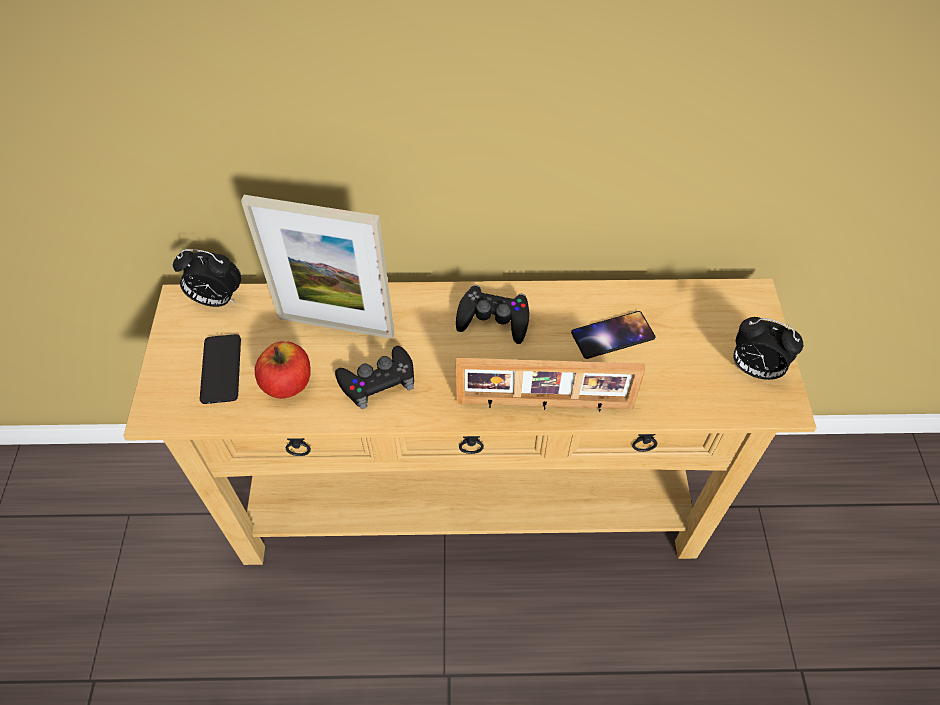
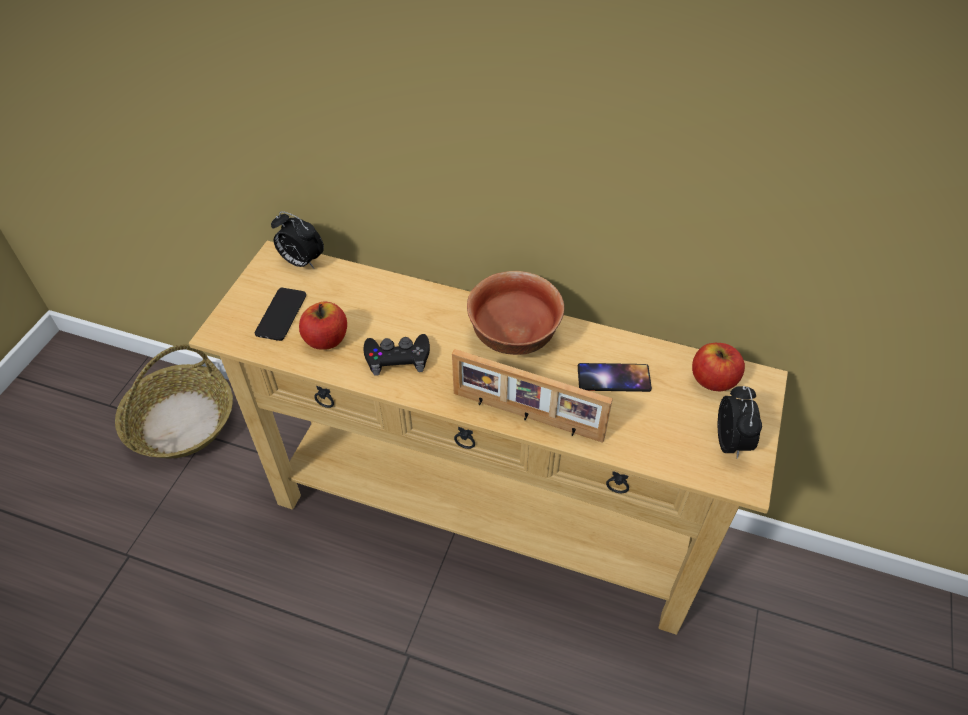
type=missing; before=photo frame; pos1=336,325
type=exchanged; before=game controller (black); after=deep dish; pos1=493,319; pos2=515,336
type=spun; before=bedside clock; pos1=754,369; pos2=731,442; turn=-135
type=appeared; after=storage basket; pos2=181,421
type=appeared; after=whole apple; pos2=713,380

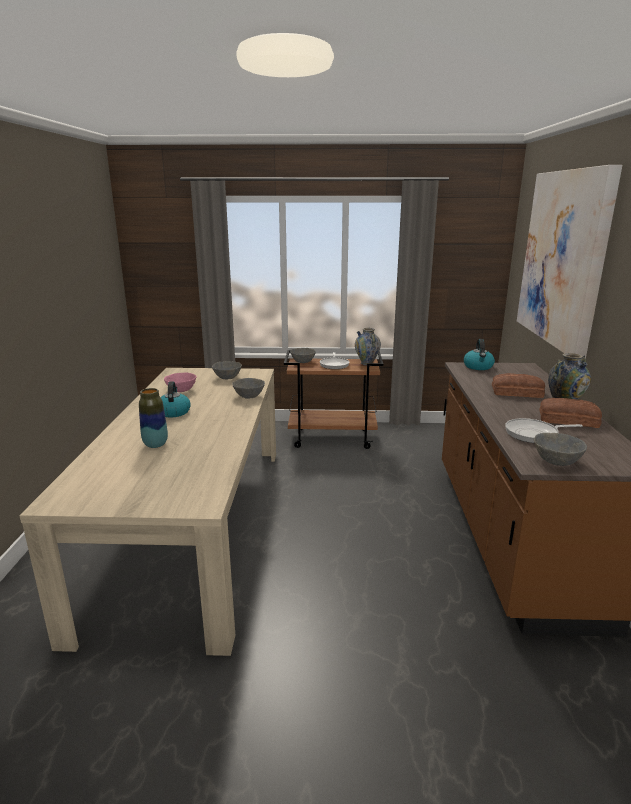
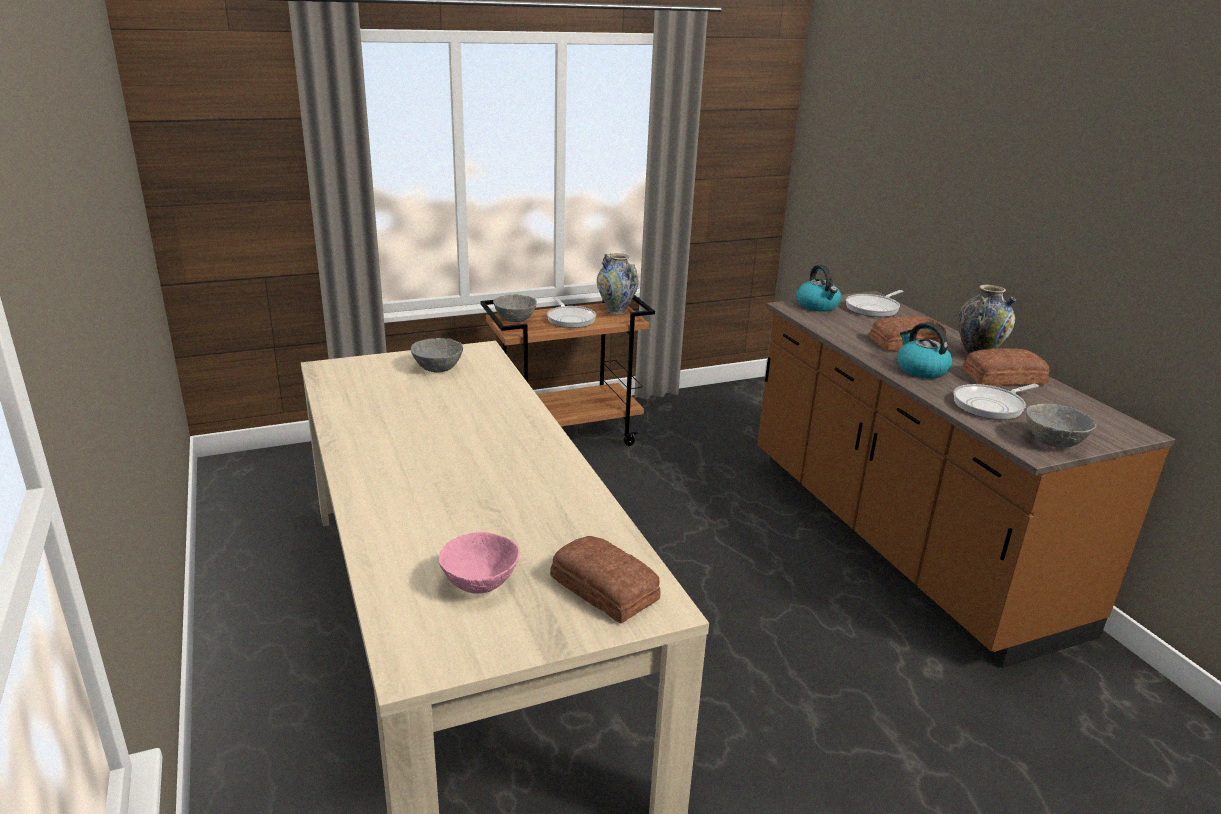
type=missing; before=vase; pos1=155,444
type=relocated; before=water kettle; pos1=173,412; pos2=920,370
type=relocated; before=deep dish (pink); pos1=181,390; pos2=479,583
type=missing; before=deep dish (grey); pos1=249,396
type=missing; before=picture; pos1=564,258
type=appeared; after=bakery bread; pos2=605,587
type=appeared; after=pan; pos2=874,308

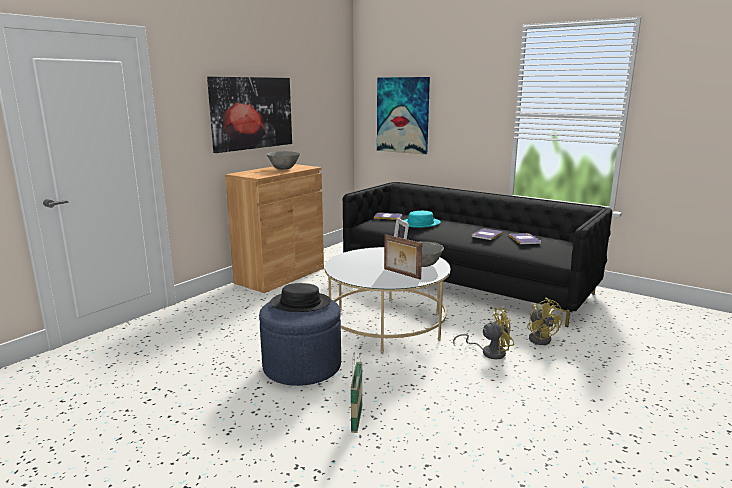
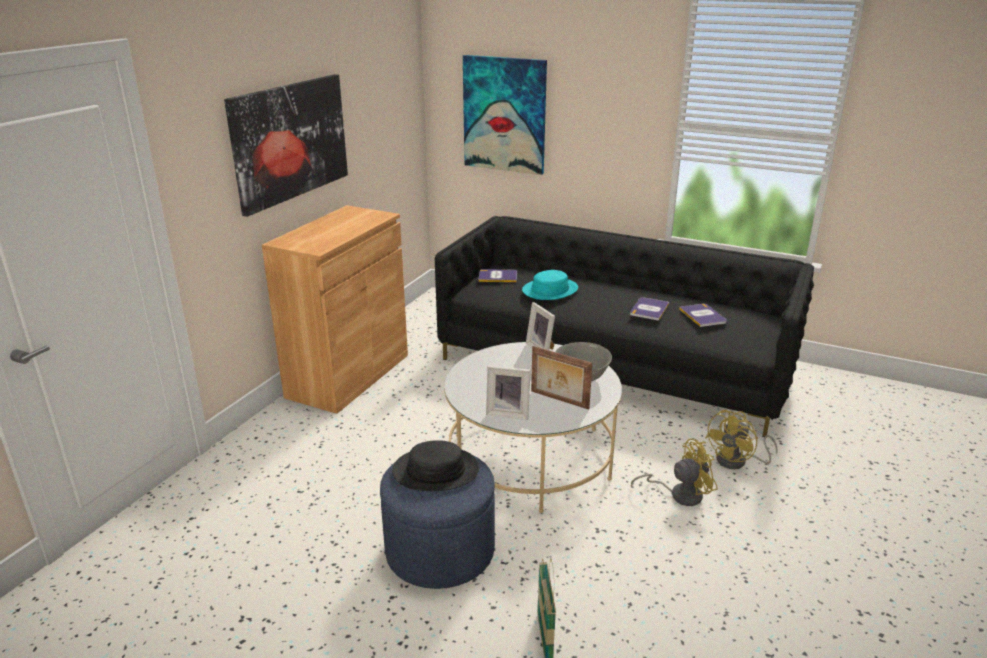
type=missing; before=deep dish (grey); pos1=284,169
type=spun; before=fan (yellowish); pos1=540,338; pos2=737,461; turn=75
type=appeared; after=photo frame; pos2=508,412

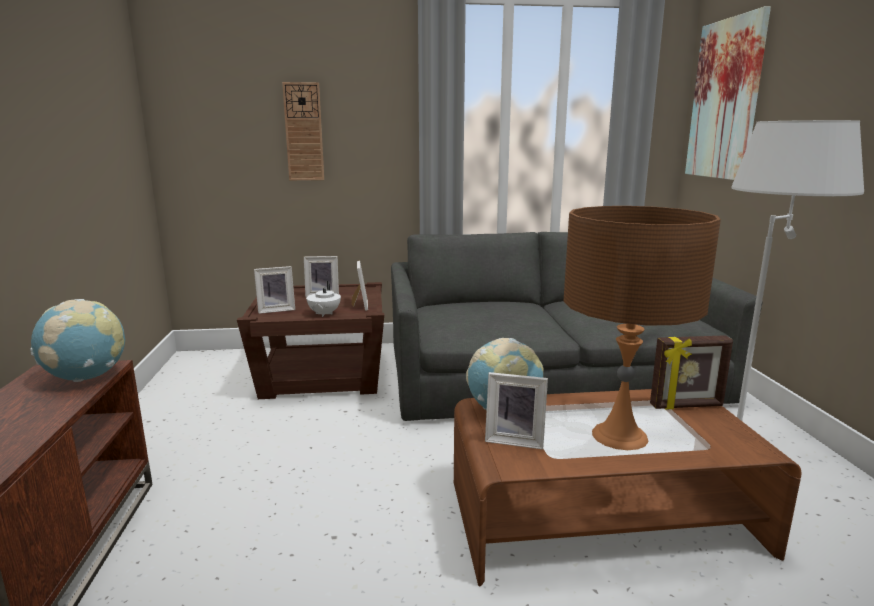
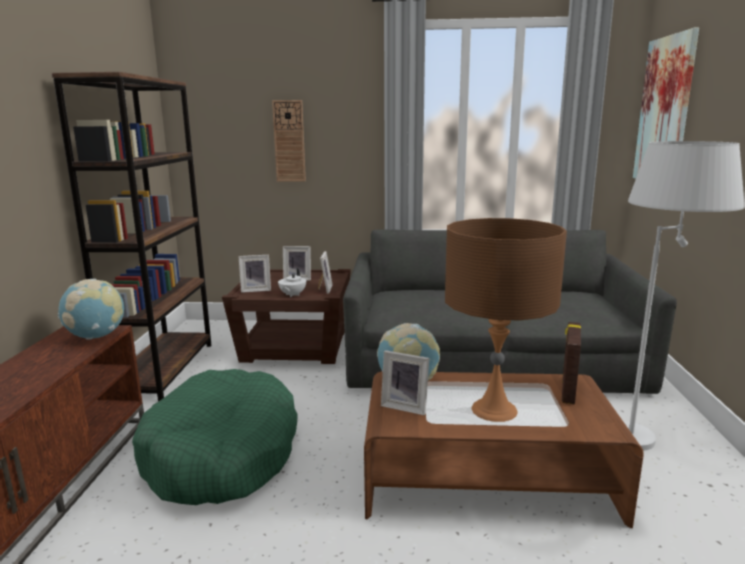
type=spun; before=photo frame; pos1=686,406; pos2=567,390; turn=105
type=appeared; after=bookshelf (brown); pos2=164,369
type=appeared; after=dog bed (greenish); pos2=222,454

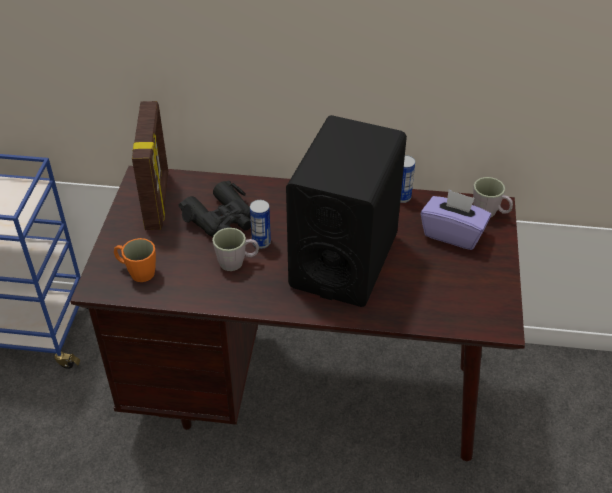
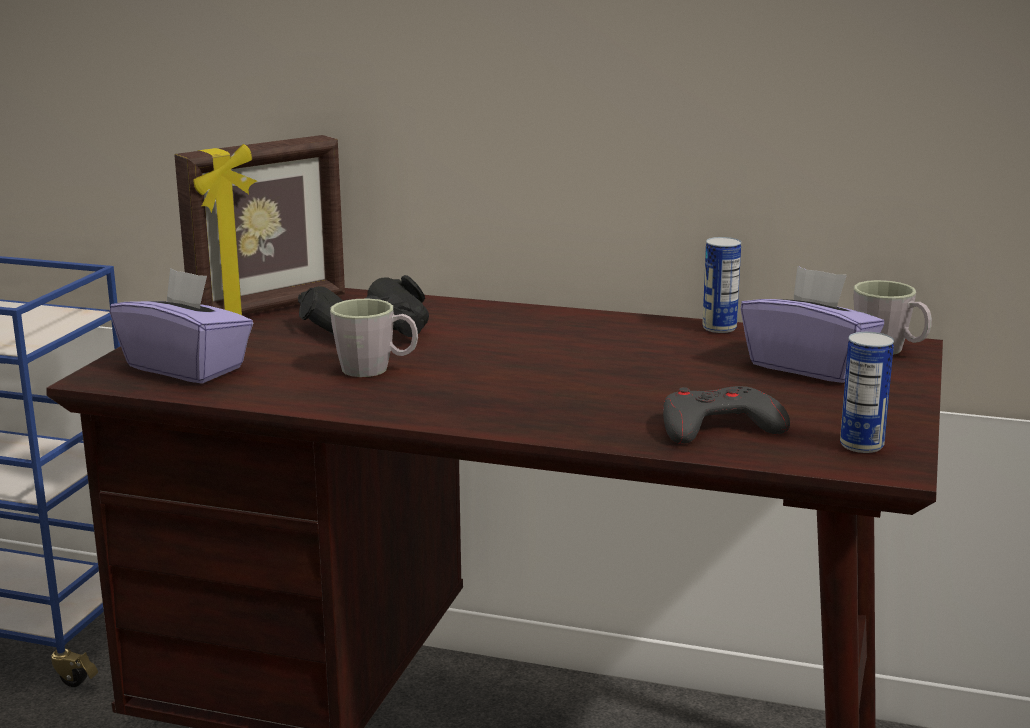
type=exchanged; before=mug (orange-coloured); after=tissue box (purplish); pos1=137,272; pos2=187,367
type=spun; before=photo frame; pos1=158,200; pos2=270,308; turn=45
type=relocated; before=sealed can; pos1=261,242; pos2=861,445
type=missing; before=loudspeaker (black); pos1=344,260
type=appeared; after=game controller (grey); pos2=719,427

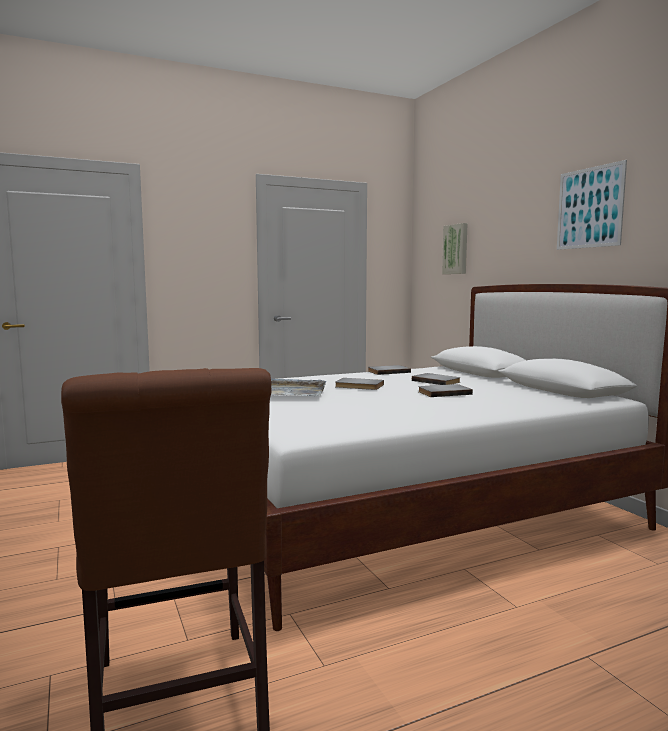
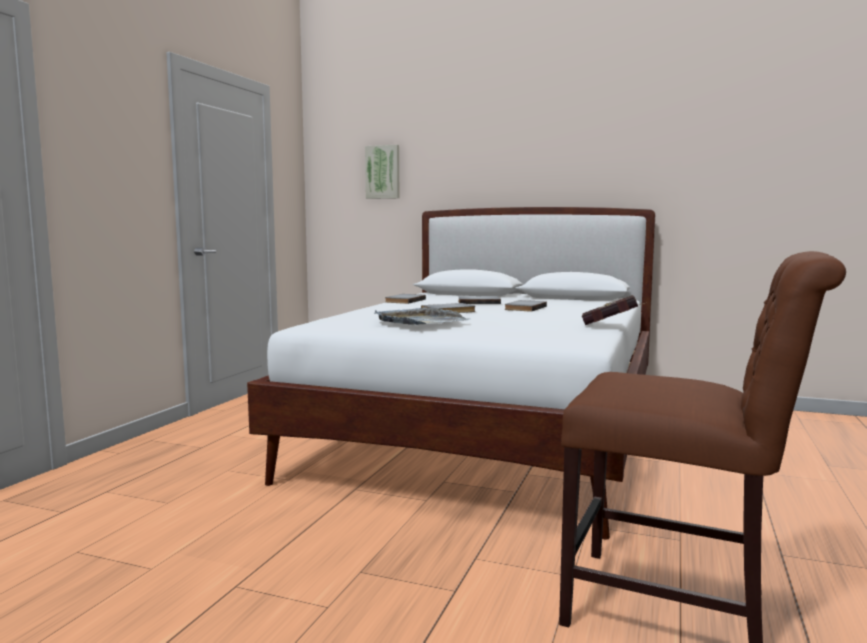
type=missing; before=picture; pos1=589,208
type=appeared; after=volume (red-coloured); pos2=611,326

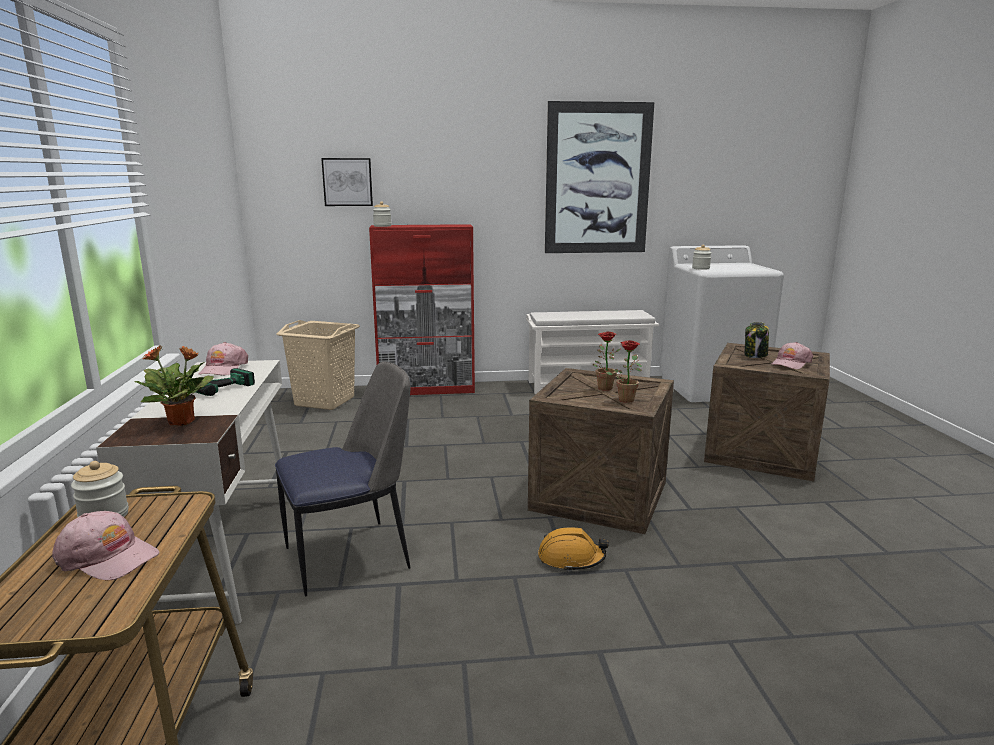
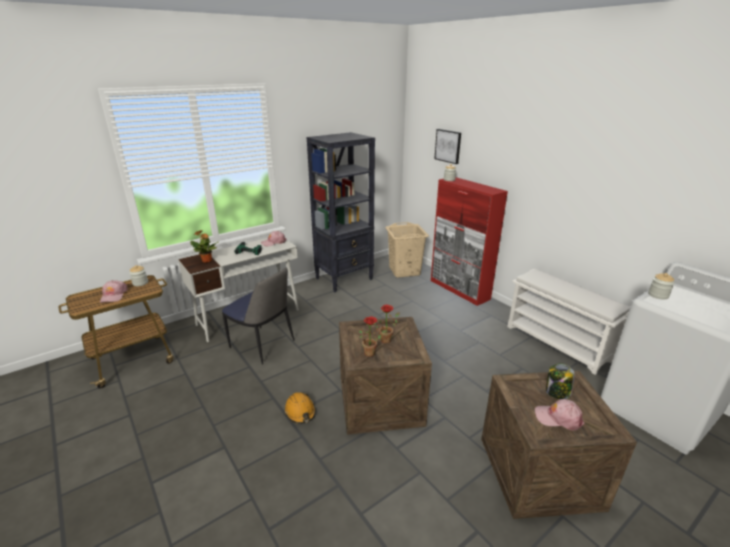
type=missing; before=picture; pos1=597,179
type=appeared; after=bookshelf (black); pos2=344,279

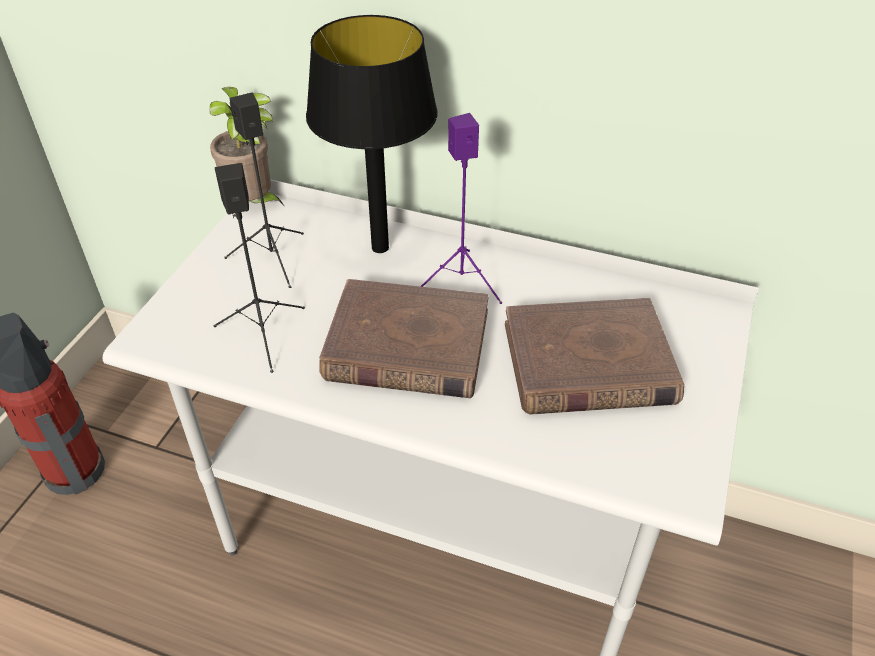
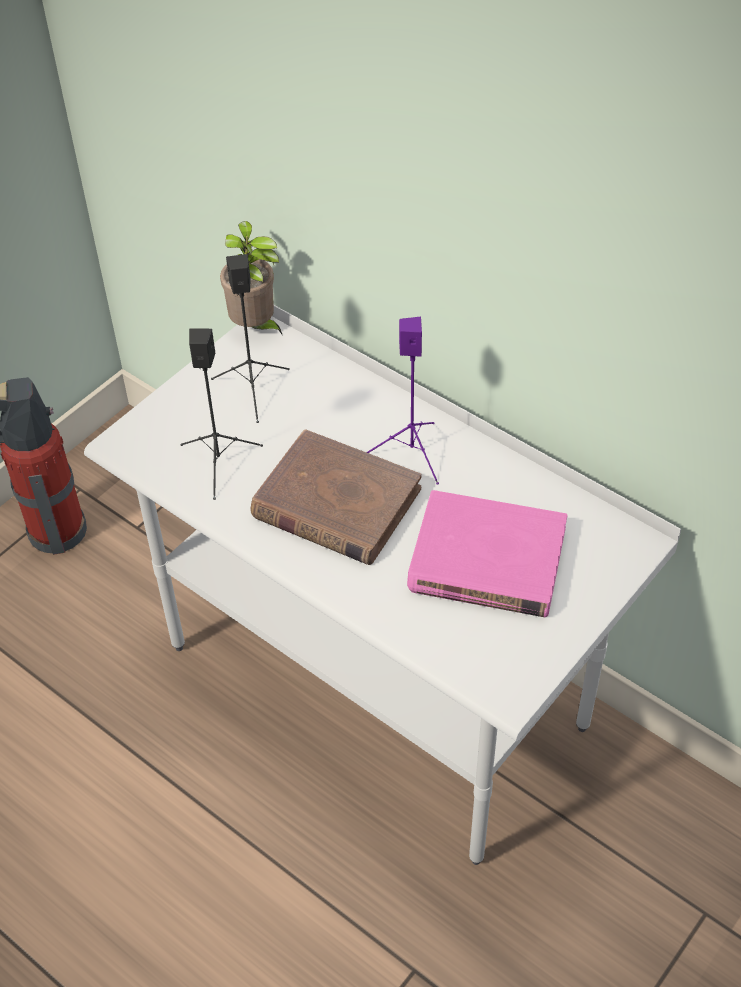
type=missing; before=lamp for a table (black); pos1=380,248
type=colour; before=volume (brown); after=volume (pink); pos1=588,363; pos2=487,560

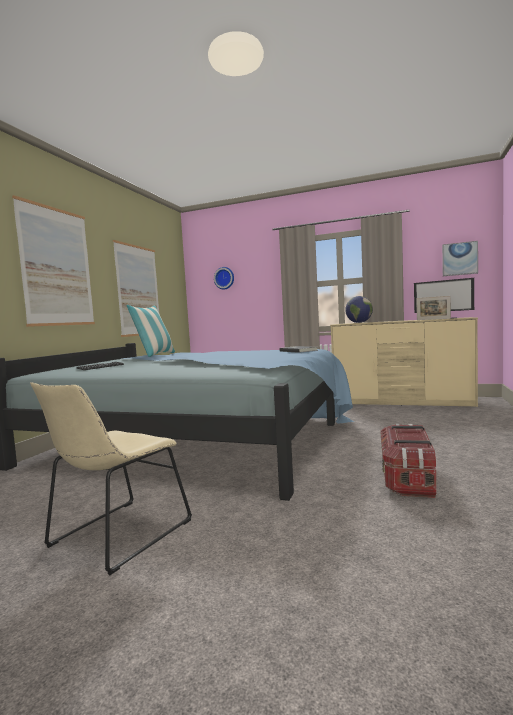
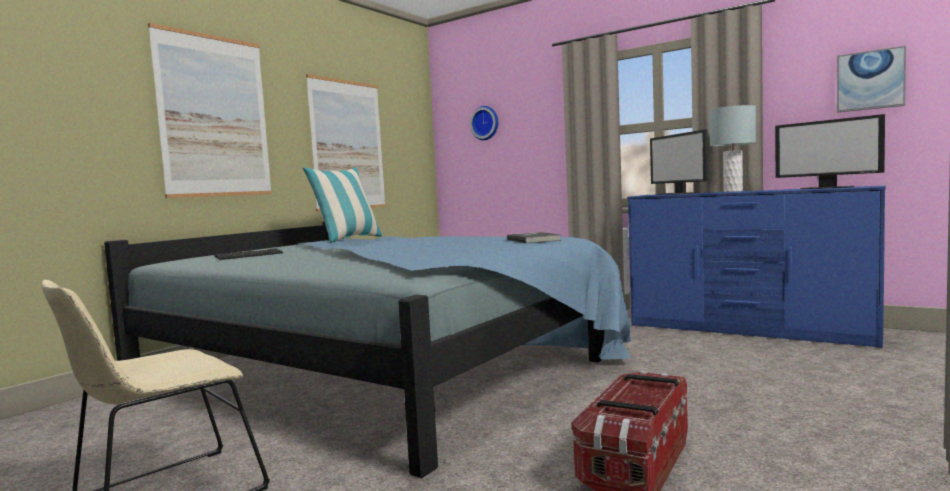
type=colour; before=chest of drawers (beige); after=chest of drawers (blue); pos1=402,402; pos2=749,330
type=exchanged; before=world globe; after=computer display; pos1=359,322; pos2=679,193
type=missing; before=photo frame; pos1=433,319
type=appeared; after=lamp for a table (grey); pos2=732,191

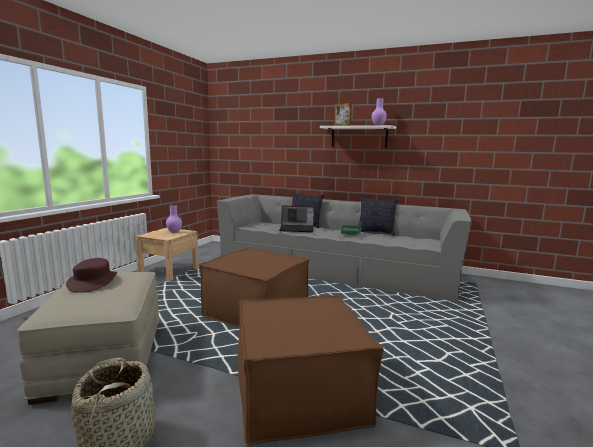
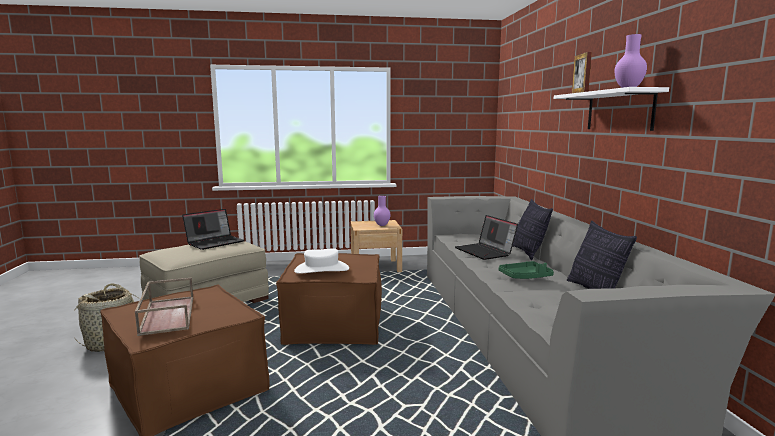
type=exchanged; before=hat (brown); after=portable computer; pos1=93,282; pos2=215,242
type=appeared; after=serving tray (brown); pos2=167,315
type=appeared; after=hat (white); pos2=321,269

